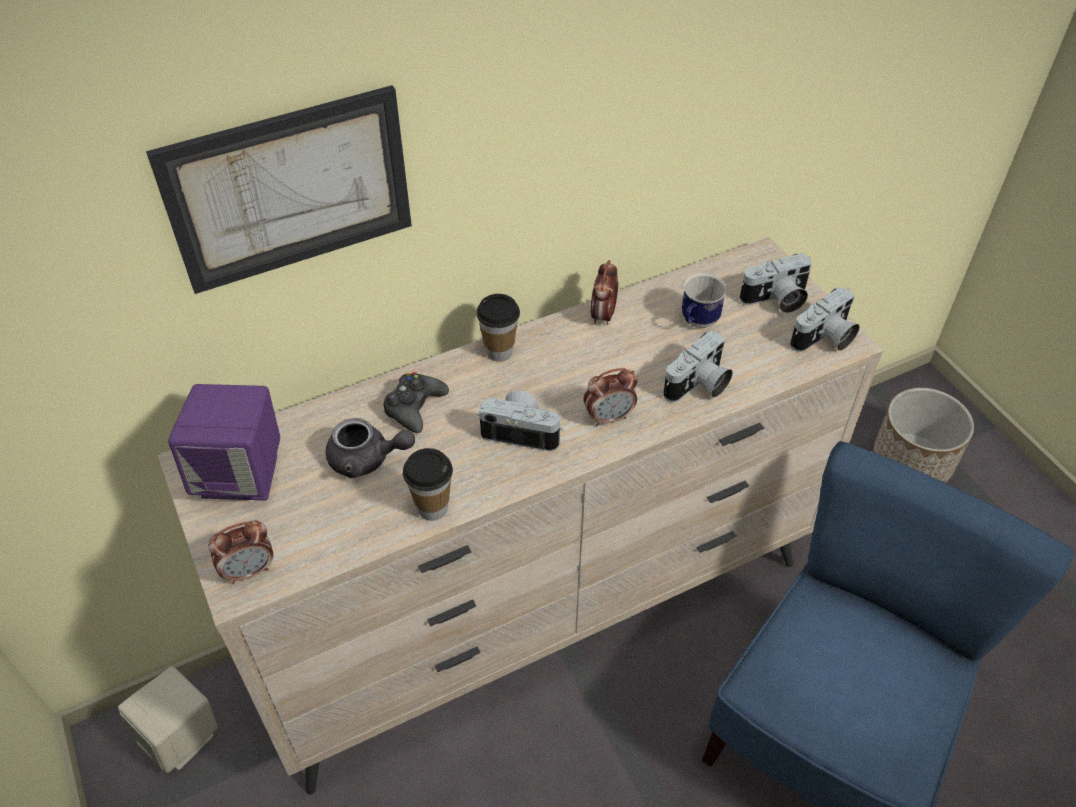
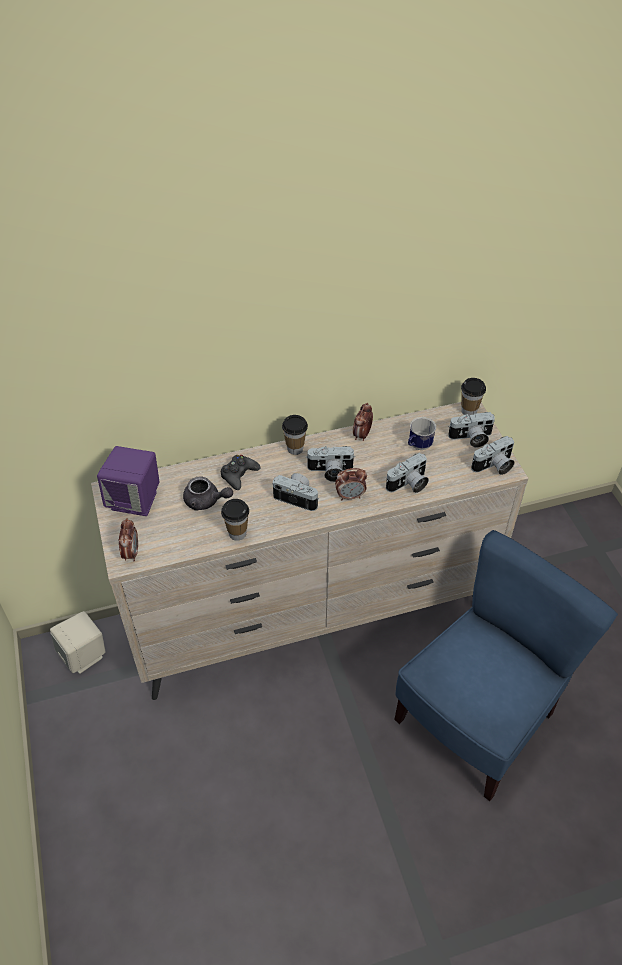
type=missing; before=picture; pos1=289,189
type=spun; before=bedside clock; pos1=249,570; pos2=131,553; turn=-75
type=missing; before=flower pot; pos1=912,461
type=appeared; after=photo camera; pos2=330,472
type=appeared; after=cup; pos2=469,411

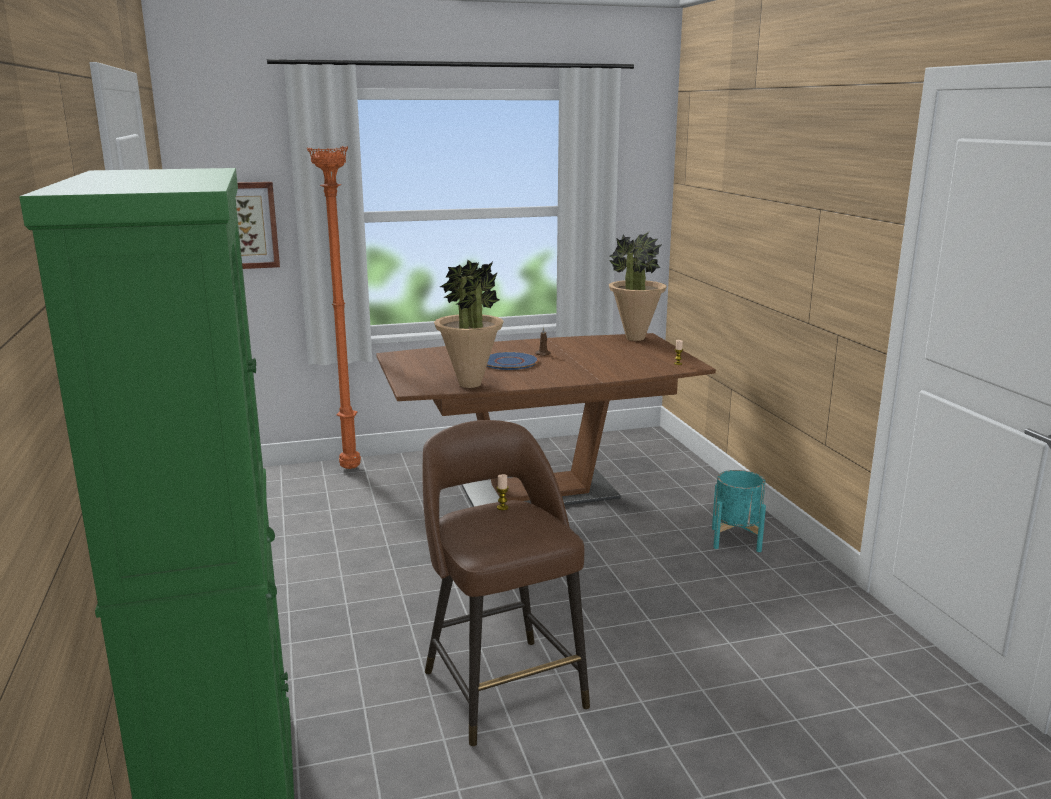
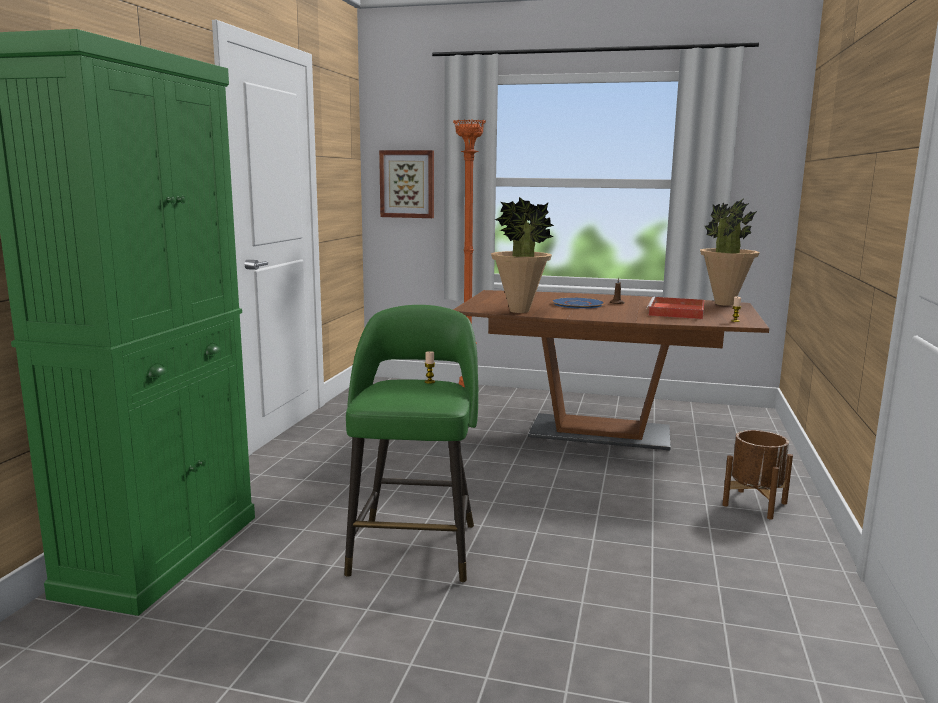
type=colour; before=sitting stool (brown); after=sitting stool (greenish); pos1=502,686; pos2=414,547
type=colour; before=flower pot (turquoise); after=flower pot (brown); pos1=736,540; pos2=754,504
type=appeared; after=serving tray (red-coloured); pos2=676,312

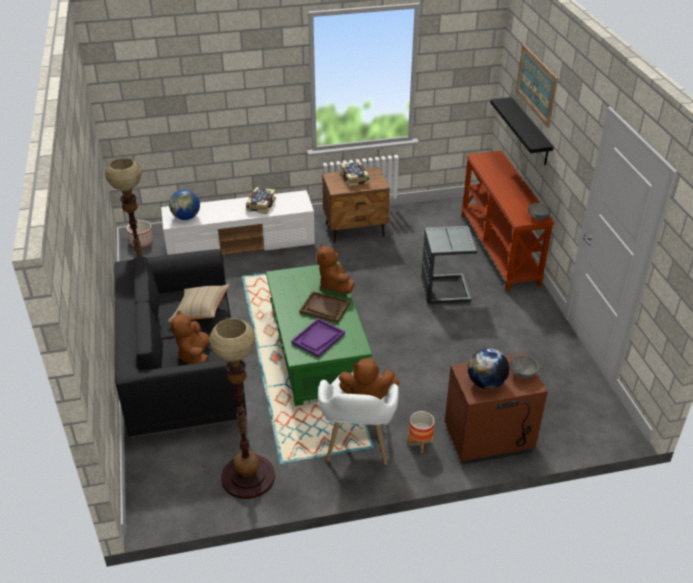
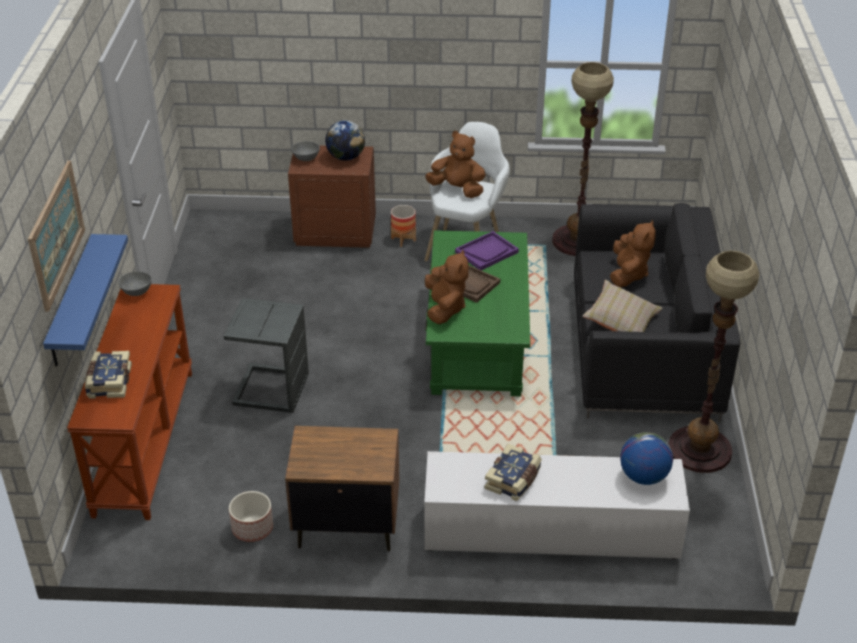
type=relocated; before=flower pot; pos1=142,242; pos2=252,528
type=relocated; before=volume; pos1=355,178; pos2=108,382
type=colour; before=wall shelf (black); after=wall shelf (blue); pos1=529,132; pos2=71,302

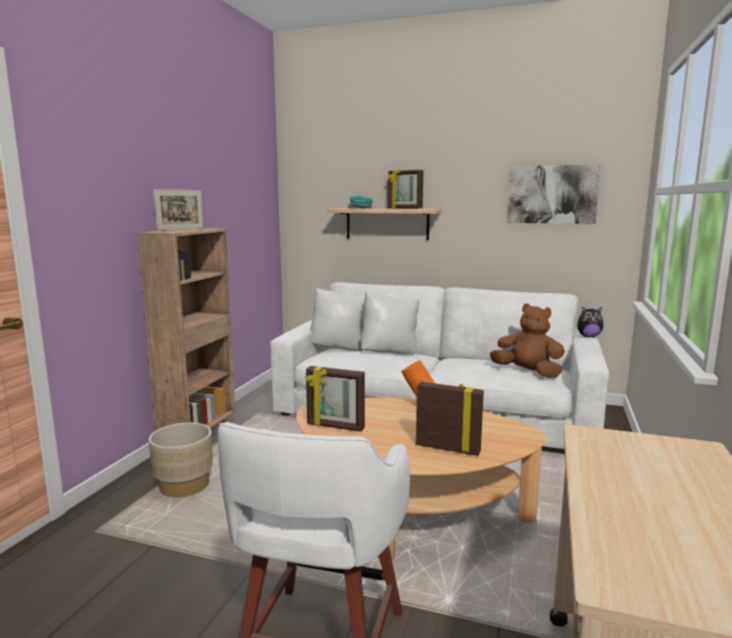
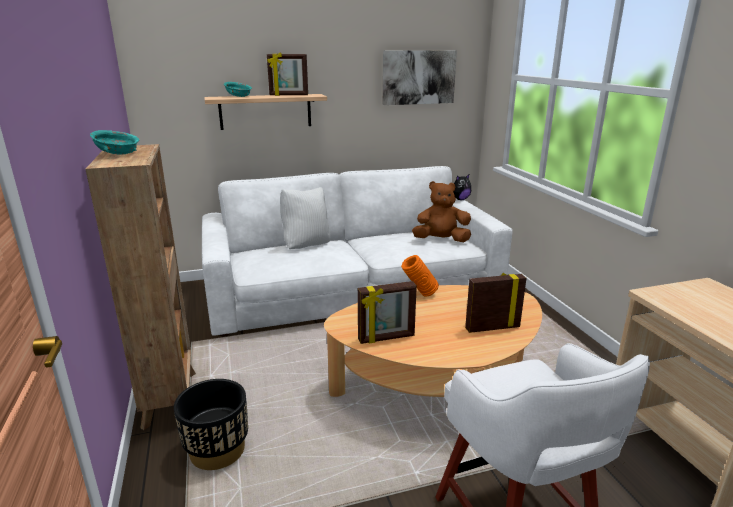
type=colour; before=flower pot (beige); after=flower pot (black); pos1=184,486; pos2=217,450
type=exchanged; before=photo frame; after=deep dish (turquoise); pos1=181,229; pos2=117,154
type=missing; before=cushion (white); pos1=340,349

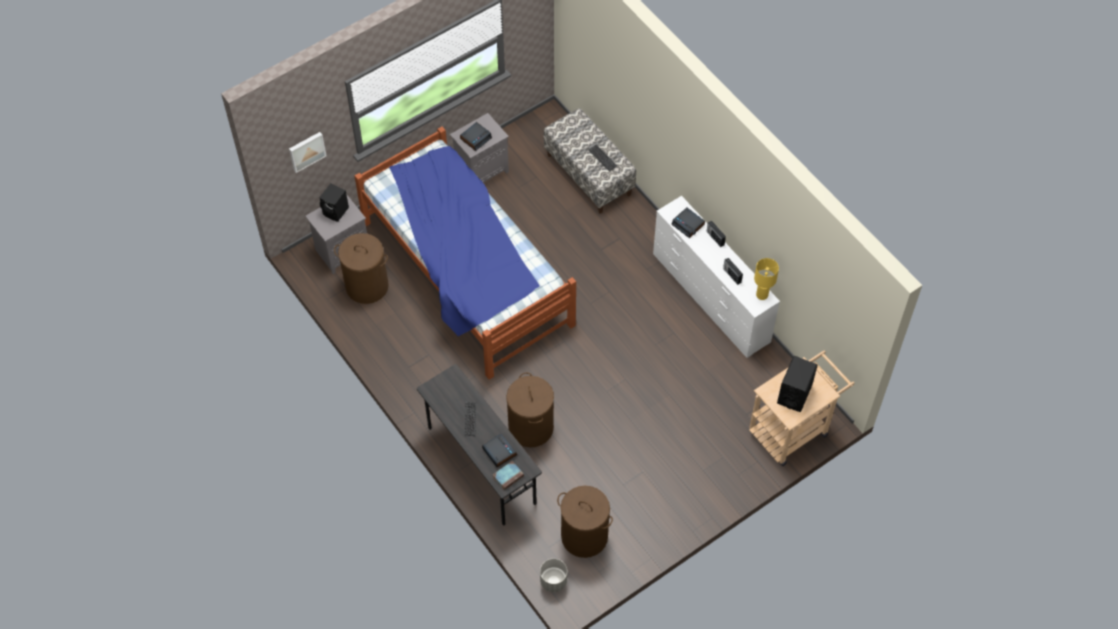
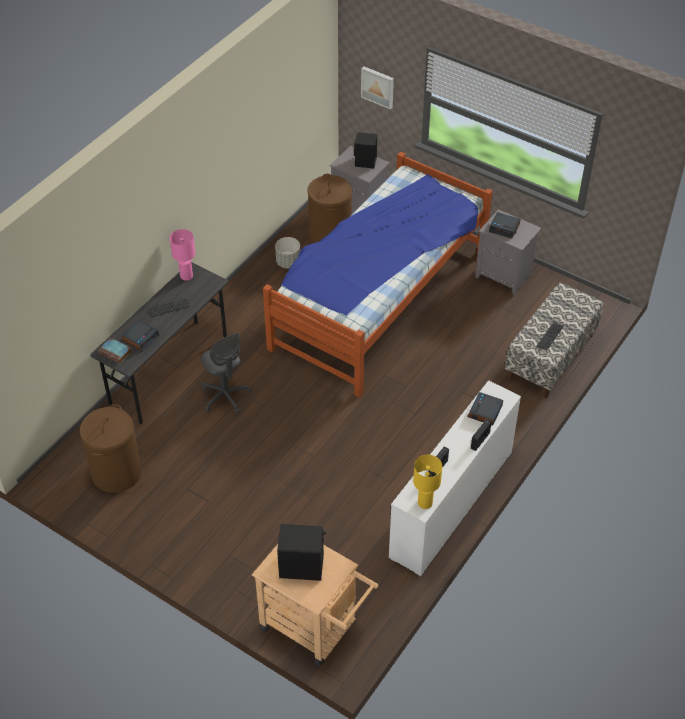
type=exchanged; before=hamper (brown); after=office chair (grey); pos1=531,427; pos2=225,396
type=relocated; before=flower pot (grey); pos1=553,581; pos2=288,262
type=appeared; after=lamp for a table (pink); pos2=186,276

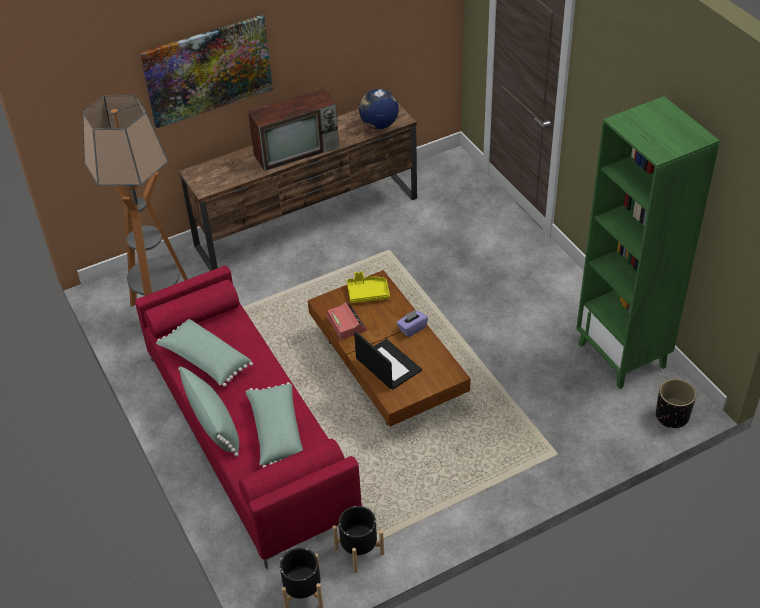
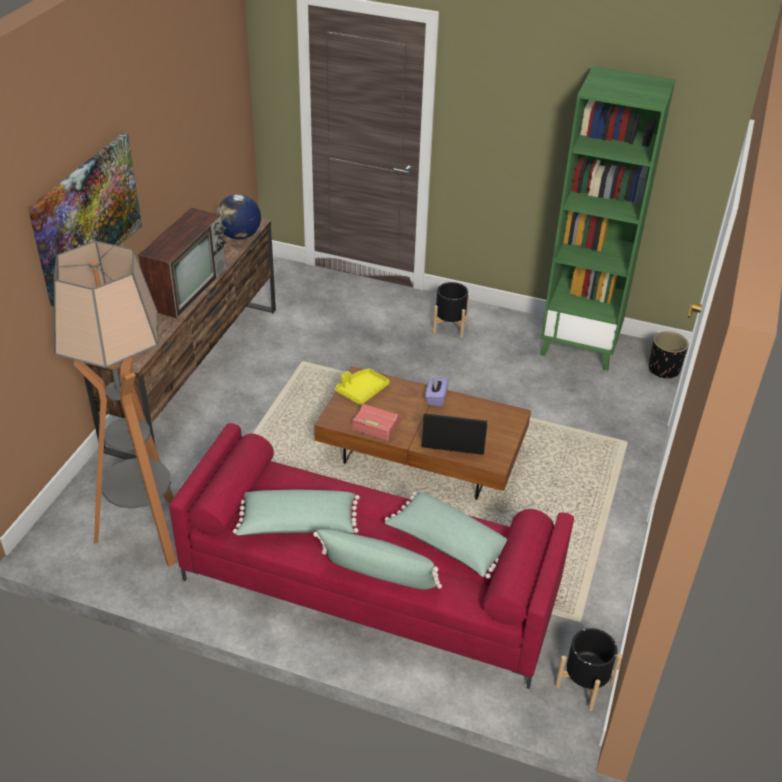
type=relocated; before=flower pot (black); pos1=359,551; pos2=450,326

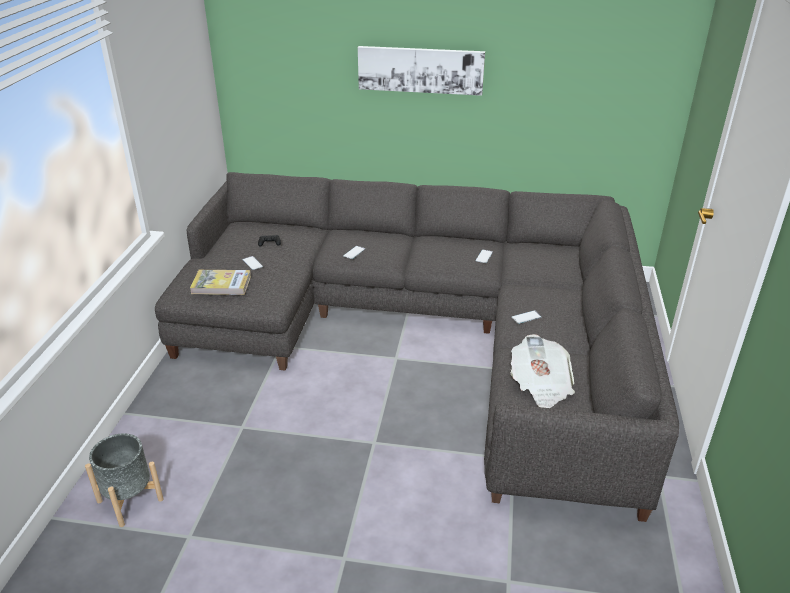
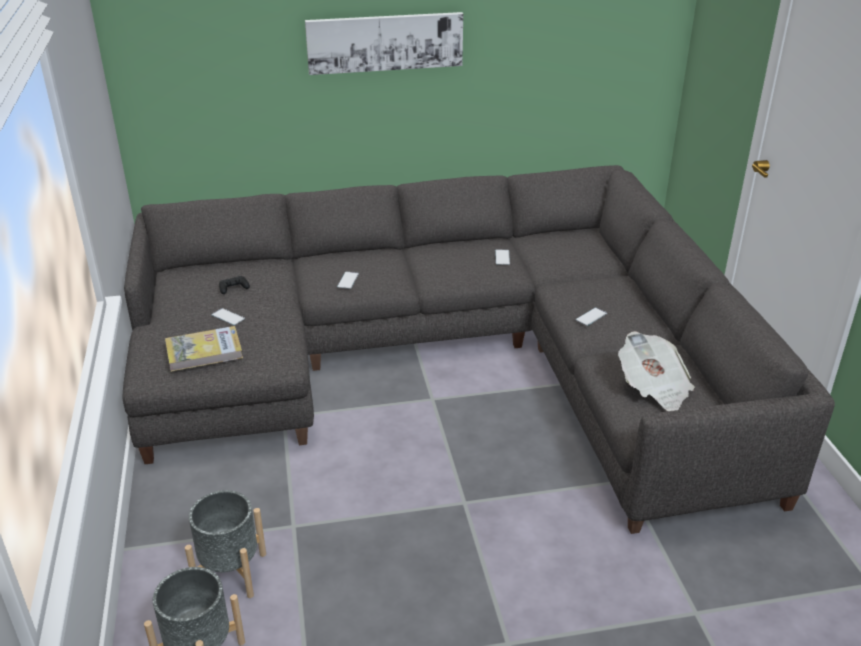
type=appeared; after=flower pot (grey); pos2=231,573

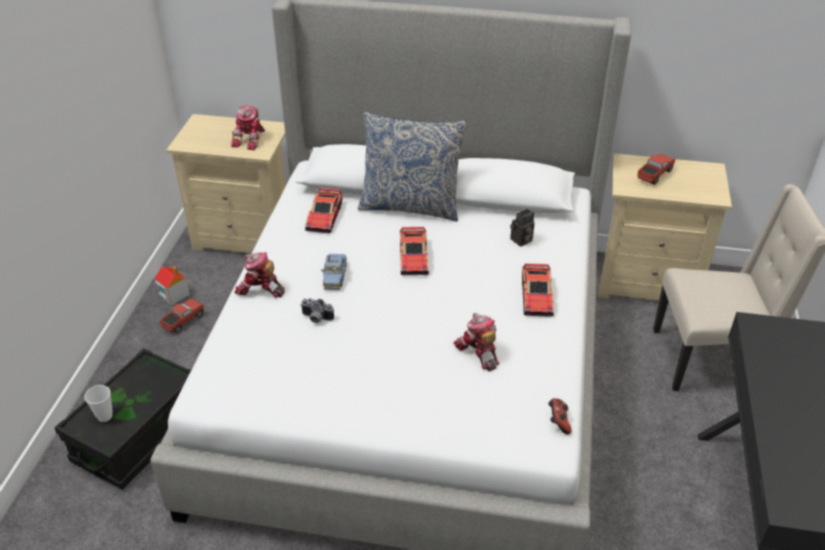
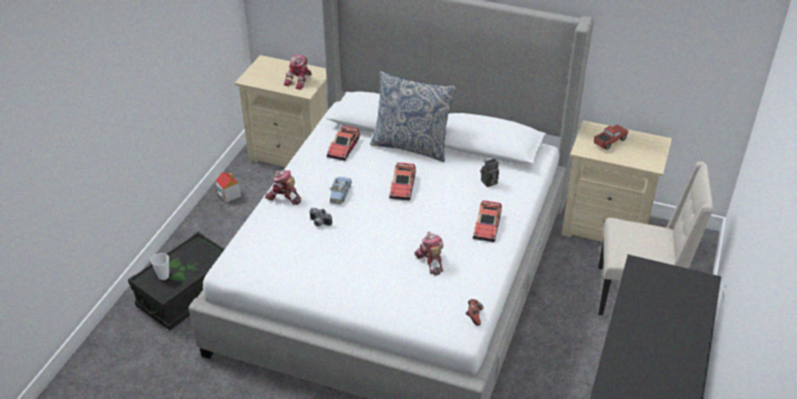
type=missing; before=model truck; pos1=183,321

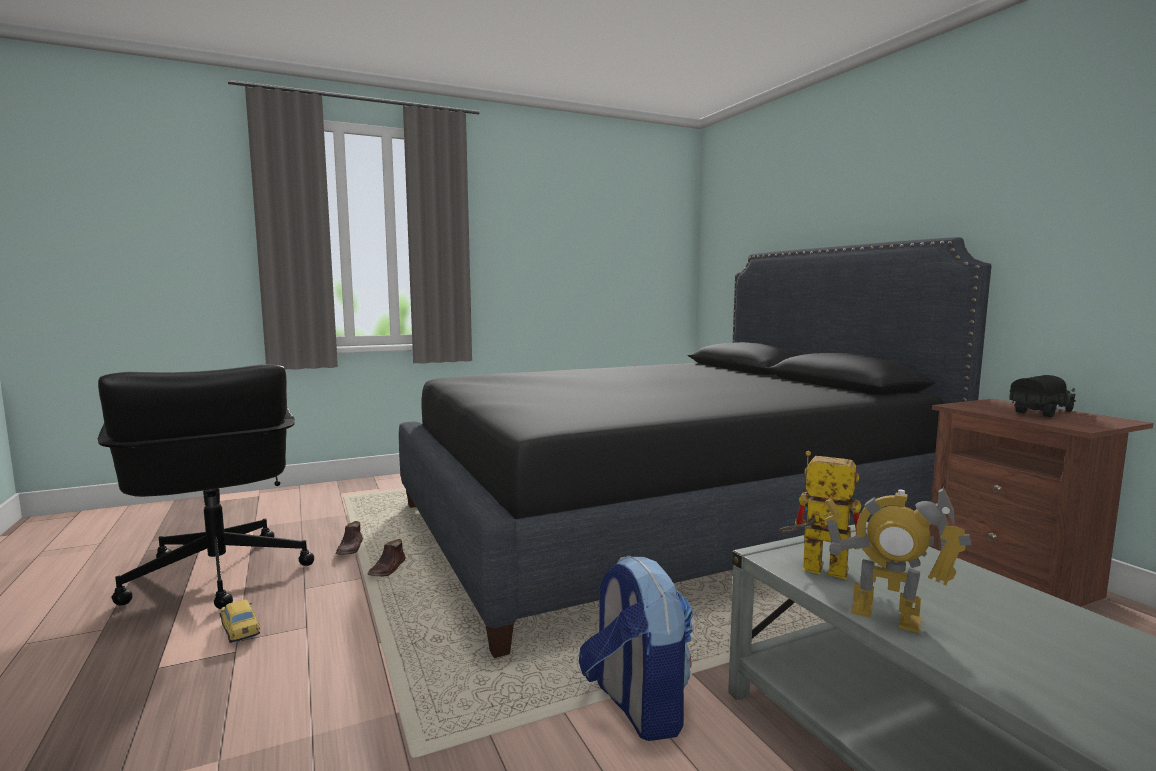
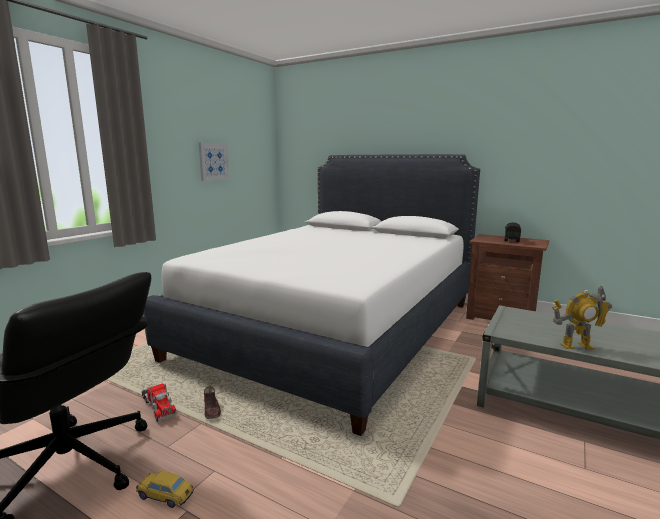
type=exchanged; before=shoe (brown); after=model truck; pos1=350,549; pos2=158,406
type=colour; before=sleeping bed (black); after=sleeping bed (white); pos1=662,523; pos2=335,329
type=missing; before=backpack; pos1=636,706
type=missing; before=robot figure; pos1=813,569
type=appeared; after=picture; pos2=213,161

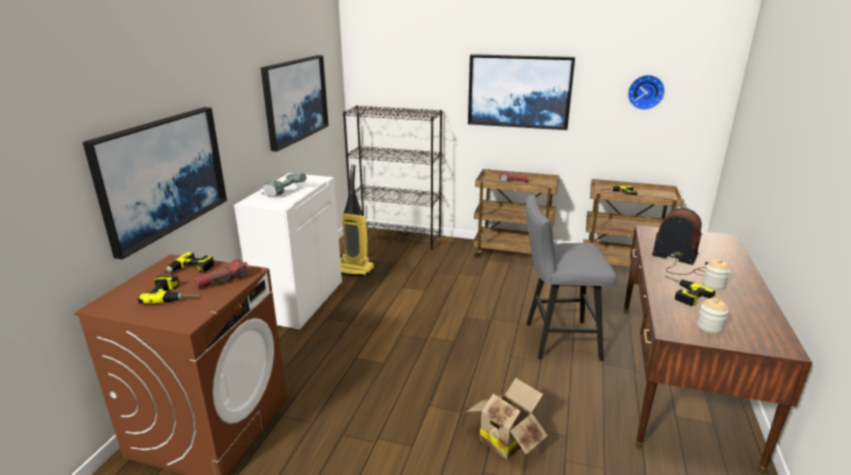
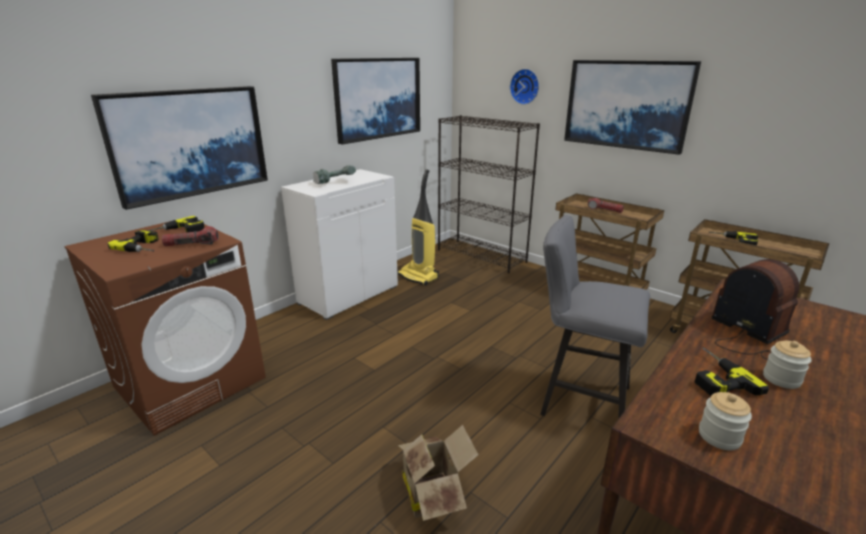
type=relocated; before=clock on the wall; pos1=645,92; pos2=525,86

